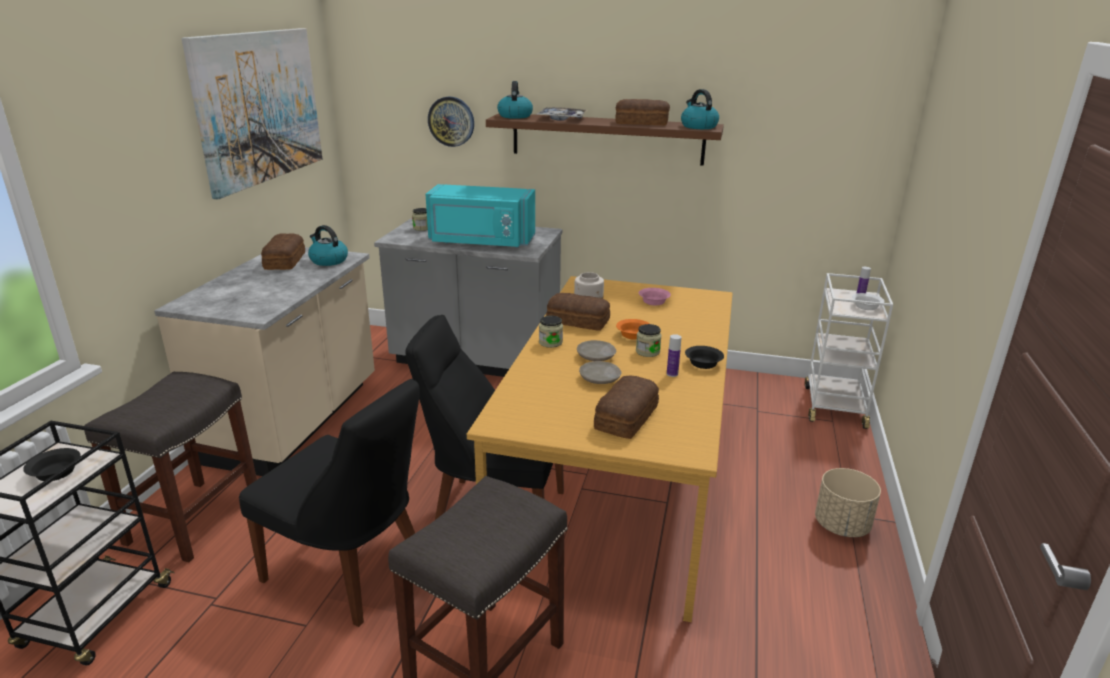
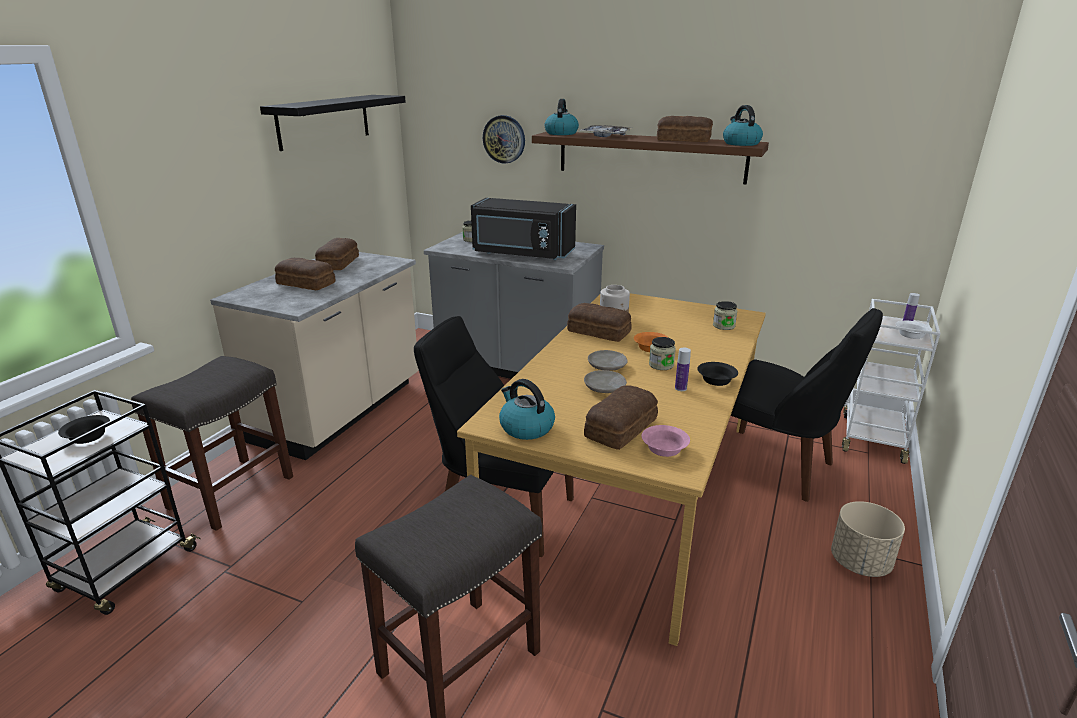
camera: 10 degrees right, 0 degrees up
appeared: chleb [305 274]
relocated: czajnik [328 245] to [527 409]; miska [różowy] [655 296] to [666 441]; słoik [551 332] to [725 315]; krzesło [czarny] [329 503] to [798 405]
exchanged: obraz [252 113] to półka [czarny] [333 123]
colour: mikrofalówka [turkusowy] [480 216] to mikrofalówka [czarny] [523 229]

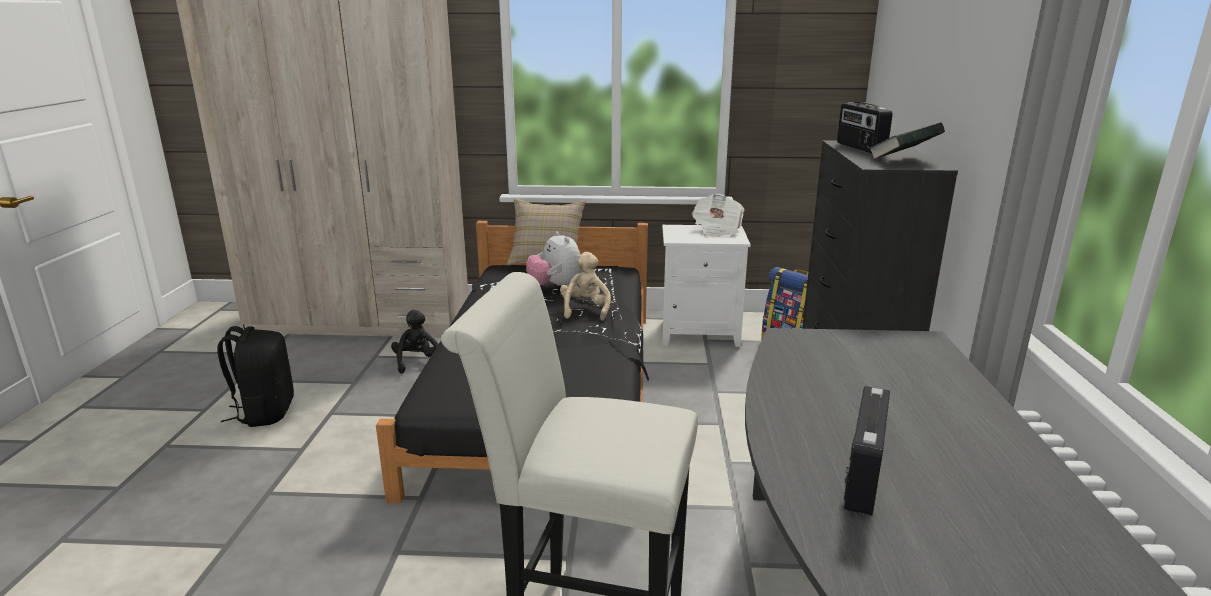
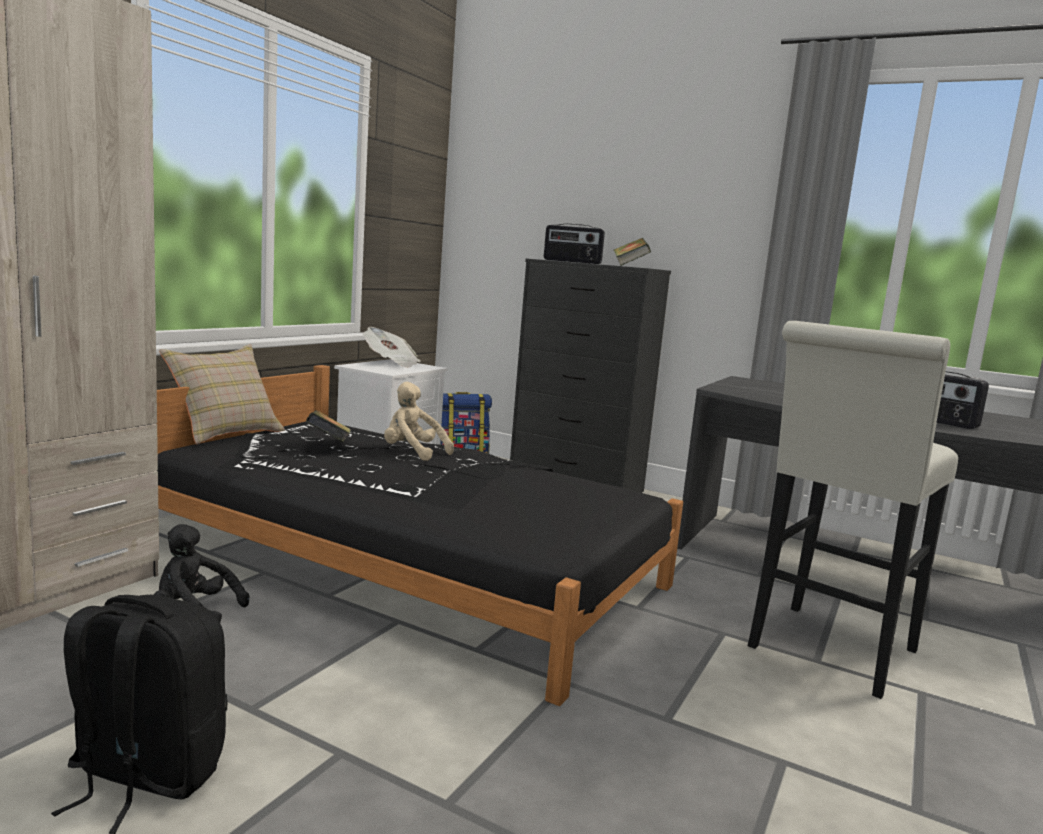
camera: 65 degrees left, 10 degrees down
exchanged: pluszak [554 259] to książka [328 426]

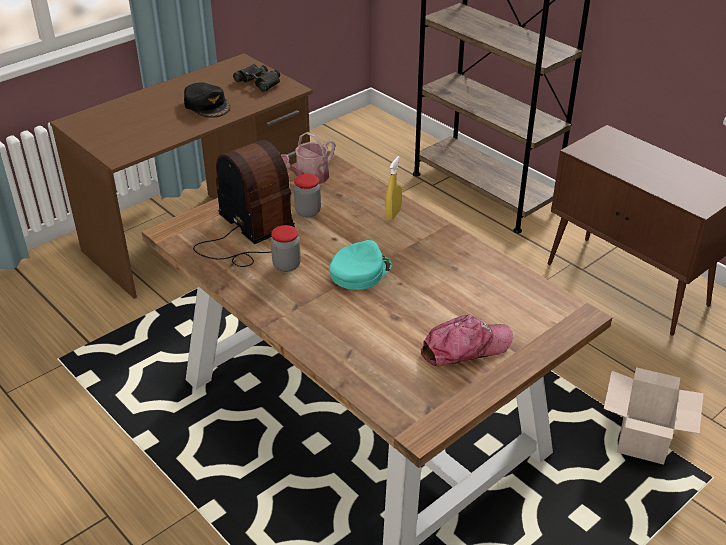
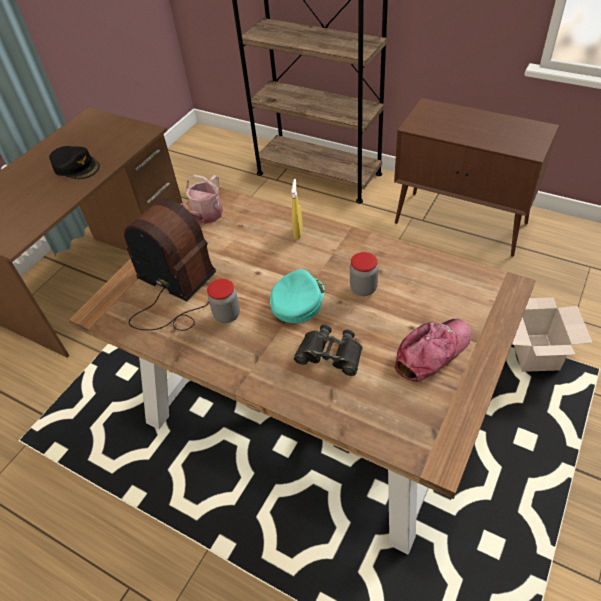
camera: 15 degrees left, 10 degrees up
relocated: lornetka [czarny] [256 78] to [328 350]; słoik [307 195] to [364 274]

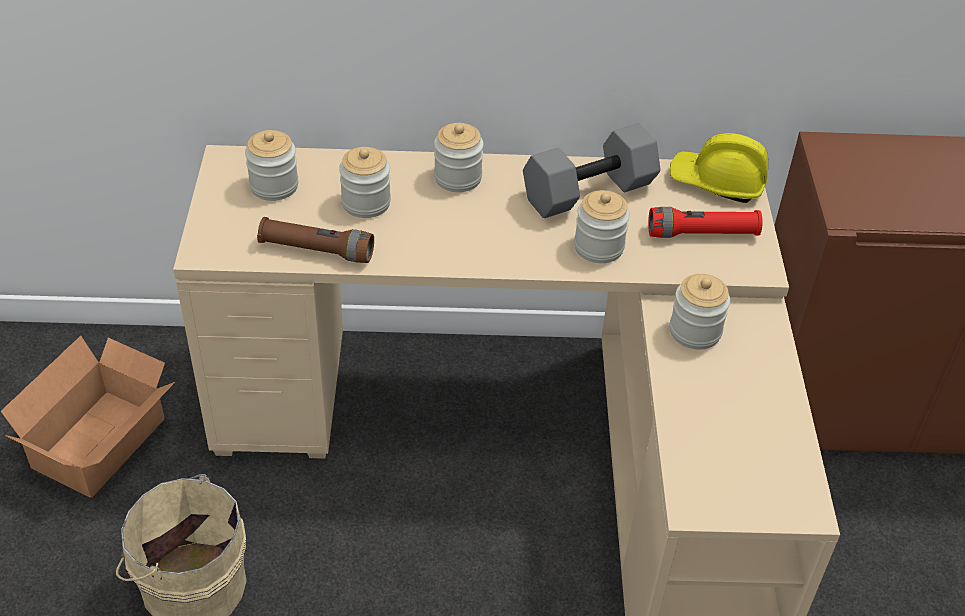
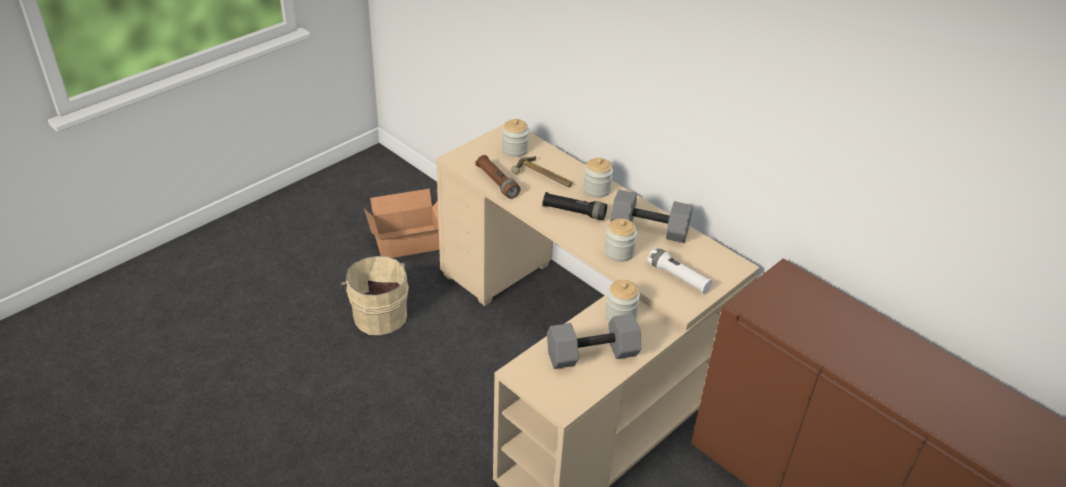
camera: 45 degrees right, 5 degrees down
missing: kask [żółty] [719 168]
appeared: latarka [czarny] [574 206]; hantel [szary] [594 341]
exchanged: słoik [365 182] to młotek [542 171]
colour: latarka [czerwony] [705 222] to latarka [biały] [680 270]

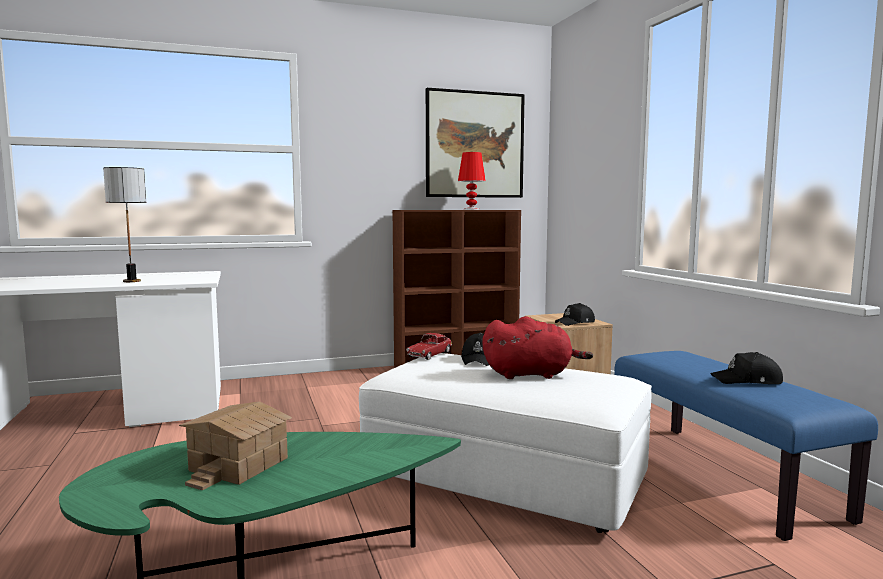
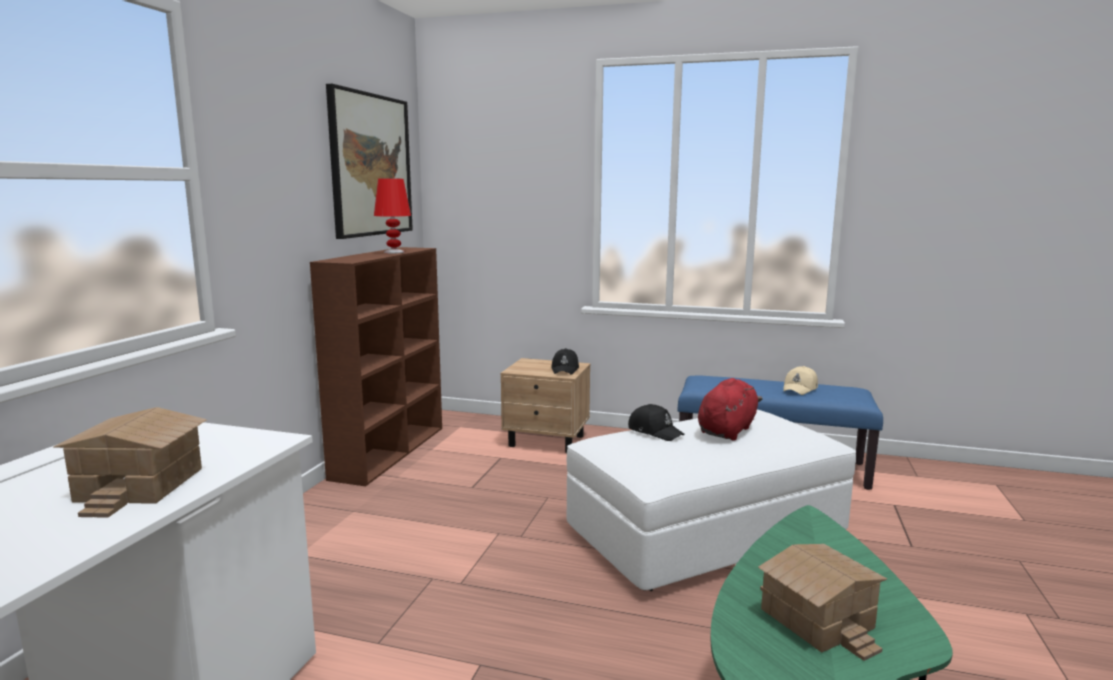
camera: 55 degrees left, 5 degrees up
missing: samochodzik [429 346]
exchanged: lampa stołowa [124 224] to domek [130 462]
colour: czapka z daszkiem [czarny] [747 368] to czapka z daszkiem [beżowy] [800 380]

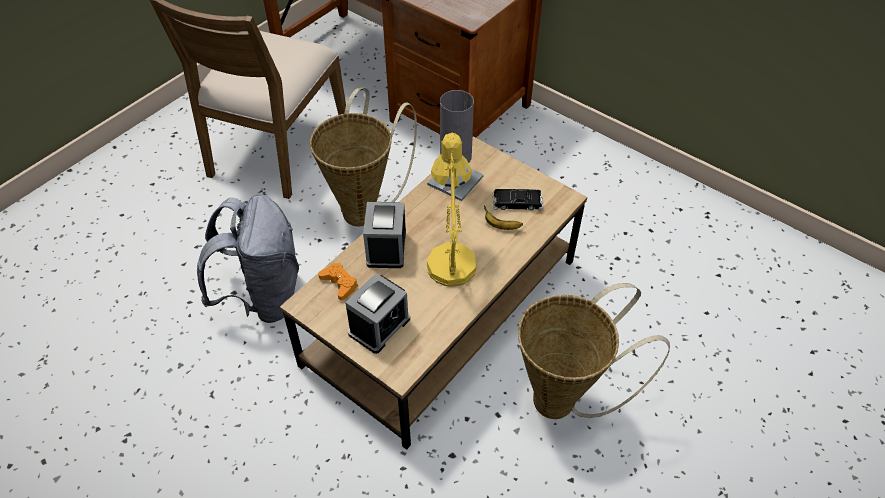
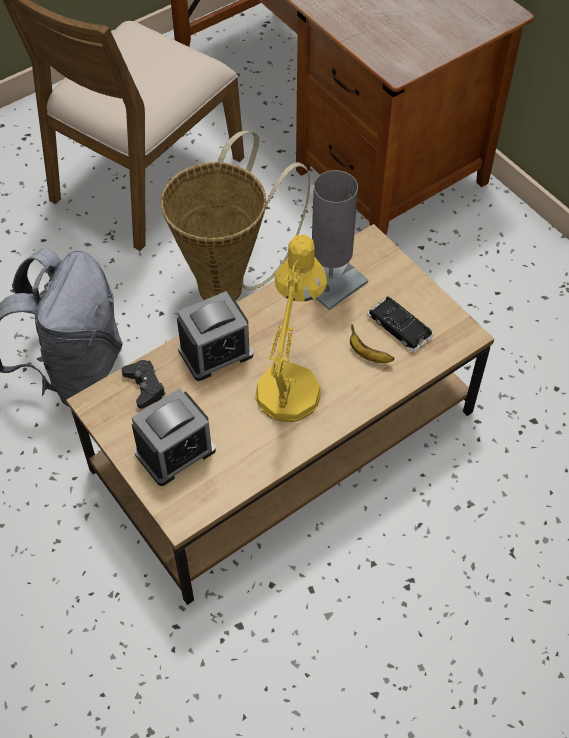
camera: 15 degrees right, 5 degrees up
missing: koszyk [594 351]
colour: pad do gier [pomarańczowy] [338 281] to pad do gier [czarny] [143 384]
spun: budzik [384 235] = [215 336] 135 degrees counterclockwise; samochodzik [czarny] [517 199] = [400 324] 150 degrees counterclockwise

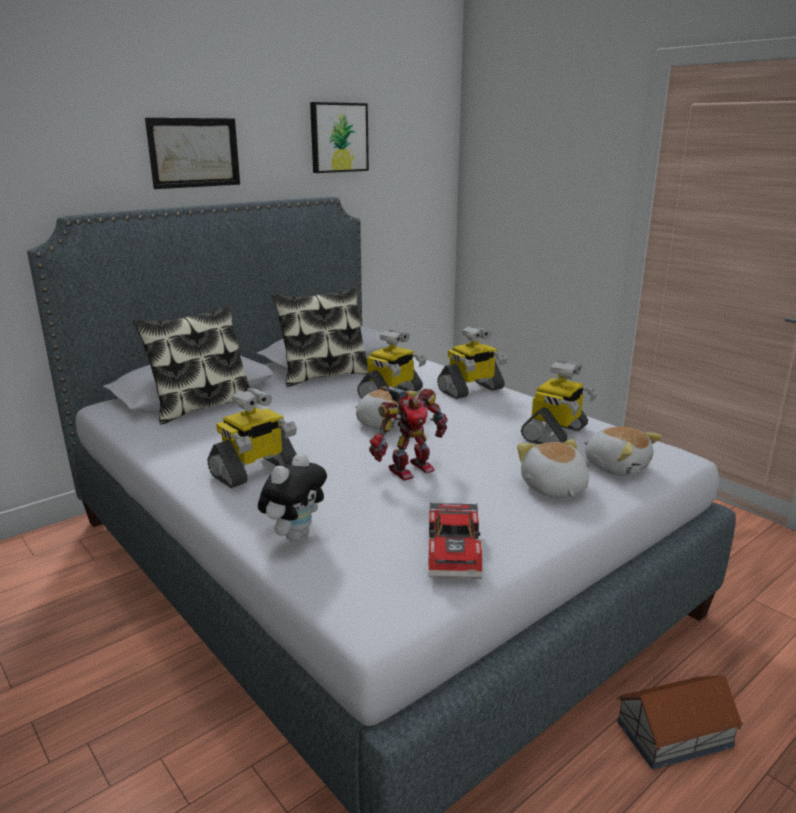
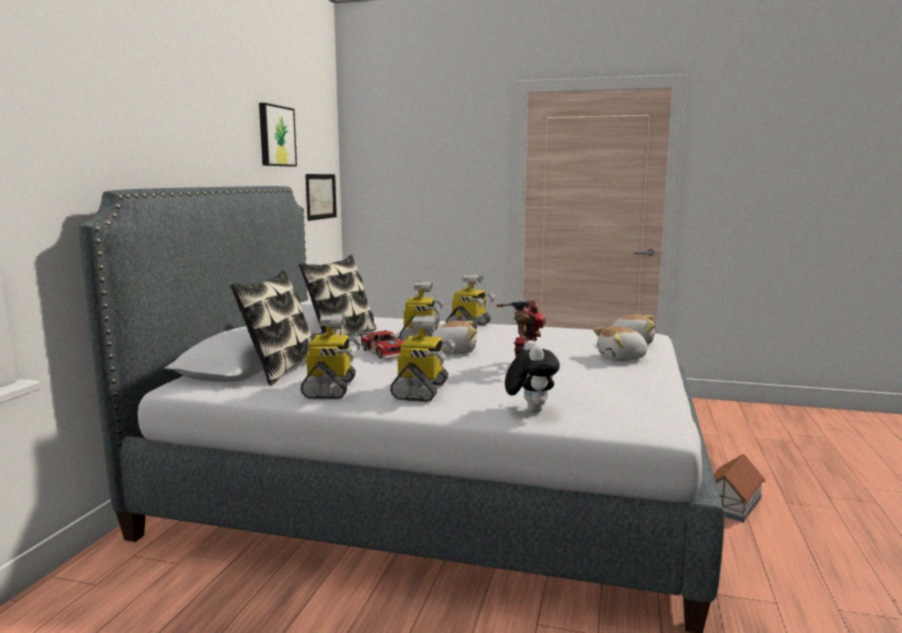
camera: 35 degrees left, 10 degrees down
relocated: robot zabawkowy [559 402] to [331 356]; obraz [192 153] to [321 197]; samochodzik [455 540] to [381 345]
spun: pluszak [553 468] = [621 343] 60 degrees counterclockwise

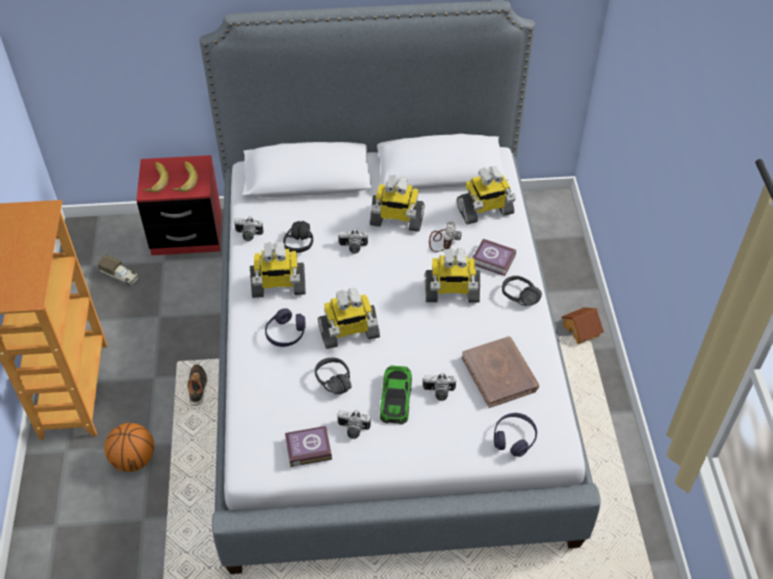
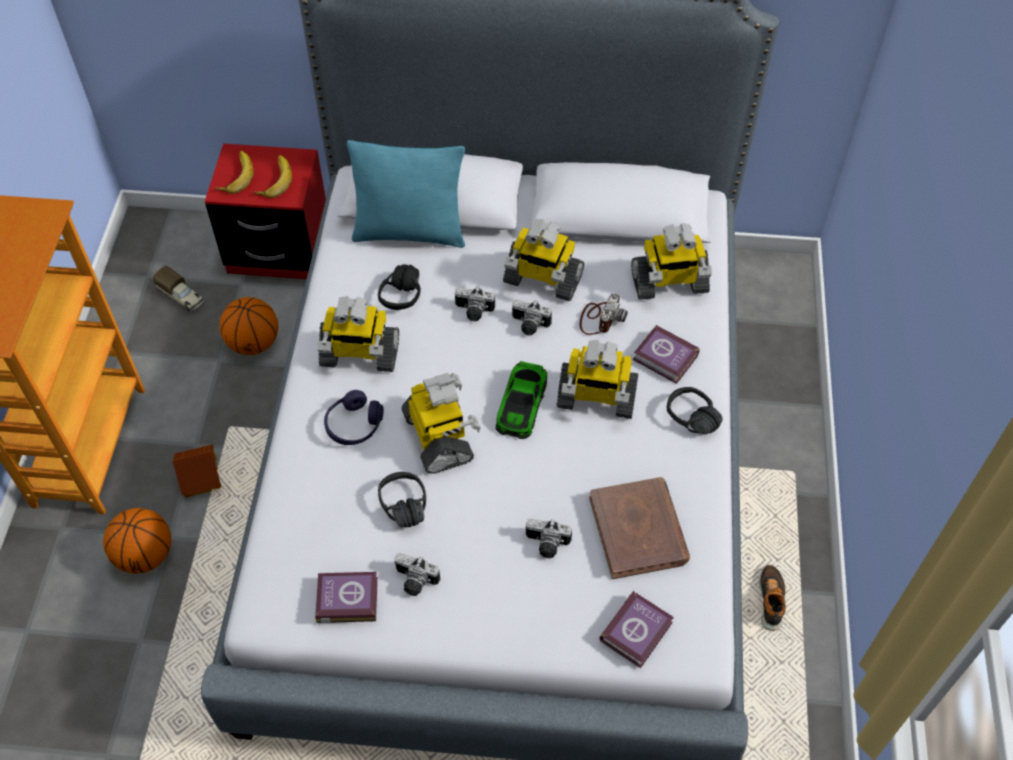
camera: 10 degrees right, 5 degrees up
appeared: piłka do koszykówki [248 326]; poduszka [turkusowy] [406 194]
relocated: domek [582 325] to [196 471]; samochodzik [396 395] to [521 400]; aparat fotograficzny [249 228] to [532 317]; but [197 385] to [772 598]
exchanged: słuchawki [fioletowy] [515 435] to książka [637 629]
spun: robot zabawkowy [349 318] = [441 423] 105 degrees counterclockwise

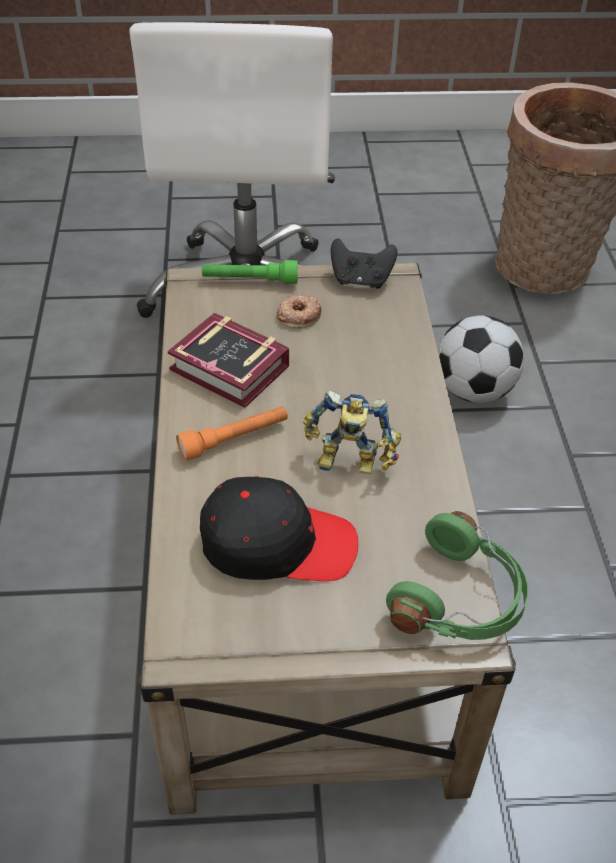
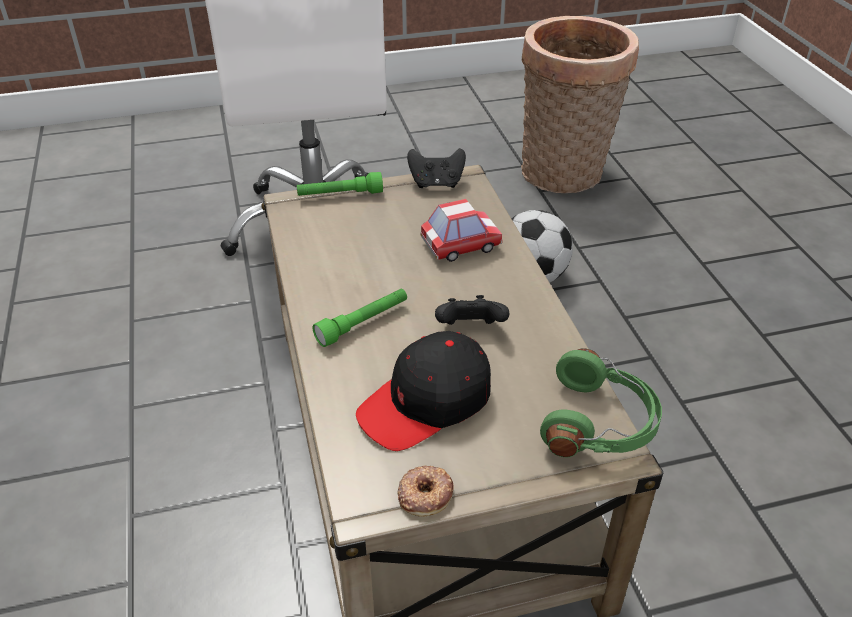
camera: 10 degrees left, 5 degrees down
missing: książka [228 360]
appeared: samochodzik [462 230]
relocated: donut [299 311] to [425 491]
exchanged: robot zabawkowy [352 432] to pad do gier [czarny] [472 310]
colour: latarka [pomarańczowy] [232 433] to latarka [zielony] [359 318]
spun: czapka z daszkiem [czarny] [279 528] = [423 391] 150 degrees clockwise

